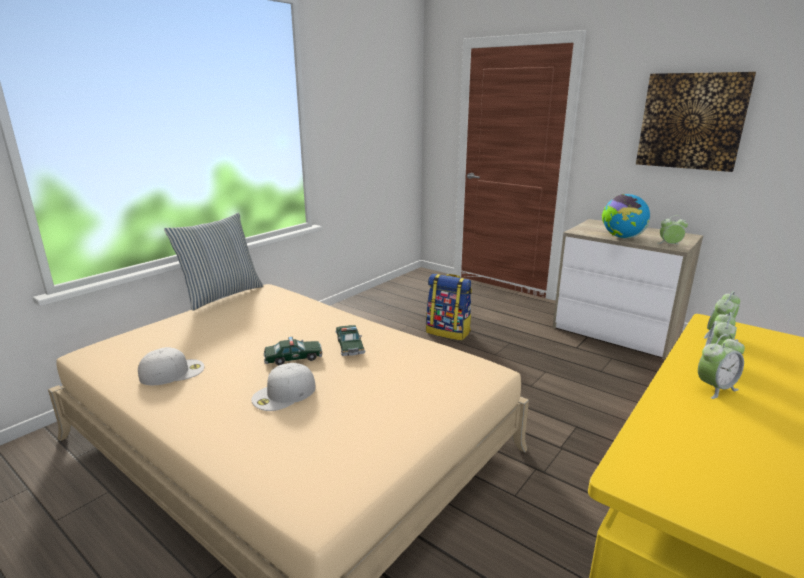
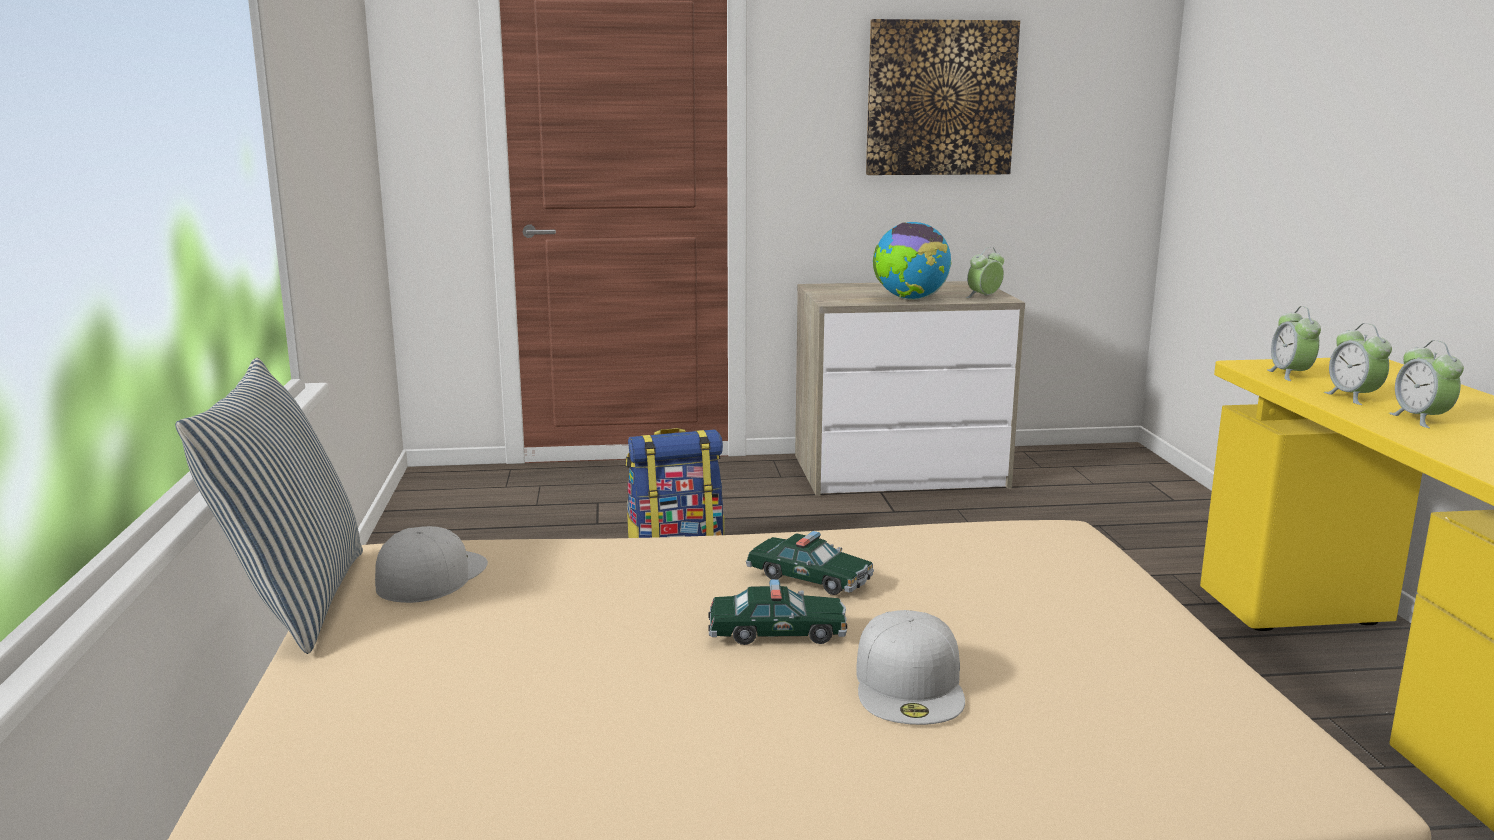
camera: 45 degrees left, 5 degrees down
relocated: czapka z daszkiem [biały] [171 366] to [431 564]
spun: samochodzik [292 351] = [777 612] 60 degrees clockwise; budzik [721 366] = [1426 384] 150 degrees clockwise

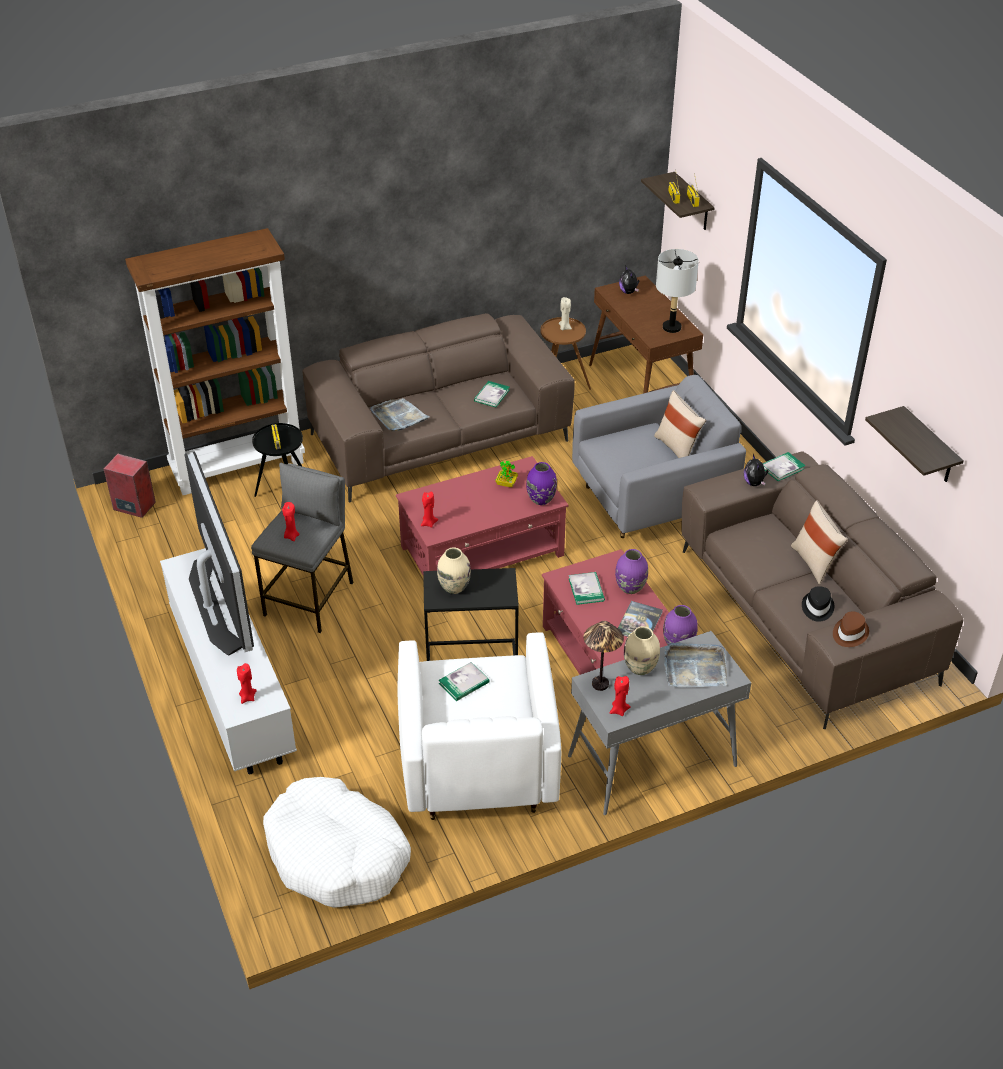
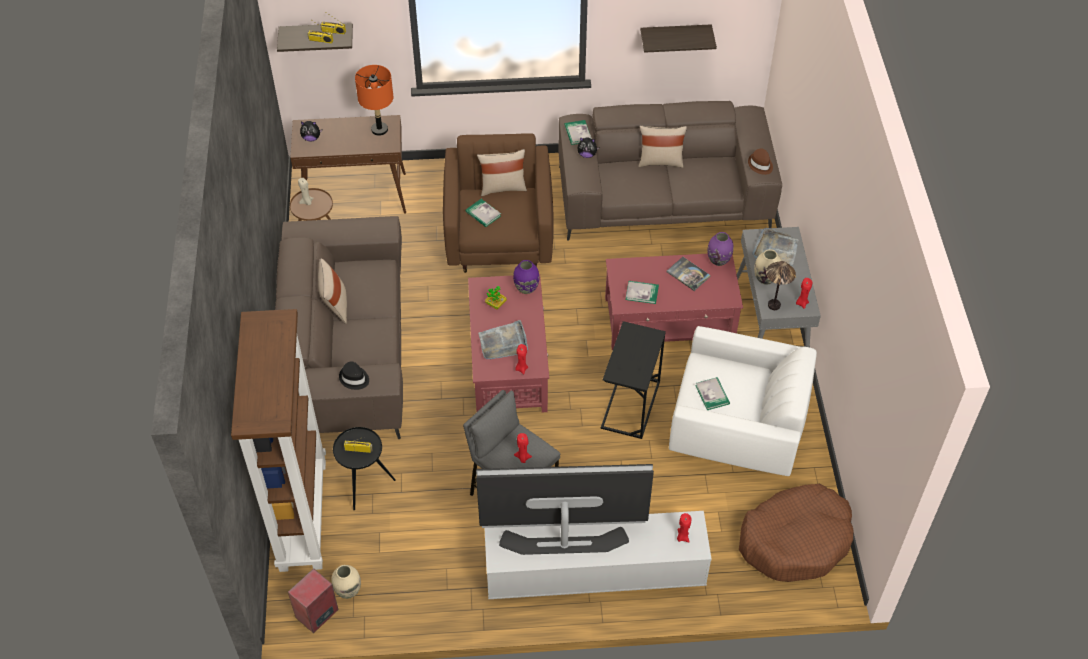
camera: 70 degrees left, 10 degrees up
missing: wazon [fioletowy] [631 571]
appeared: poduszka [beżowy] [332 291]
relocated: wazon [beżowy] [454 571] to [346 582]; kapelusz [czarny] [818 604] to [354 375]; książka [491 394] to [483 213]; taca [szary] [400 415] to [503 339]
colour: lampa stołowa [szary] [677 291] to lampa stołowa [pomarańczowy] [374 100]; fotel [szary] [659 456] to fotel [brązowy] [498 203]; legowisko [biały] [337 842] to legowisko [brązowy] [796 533]

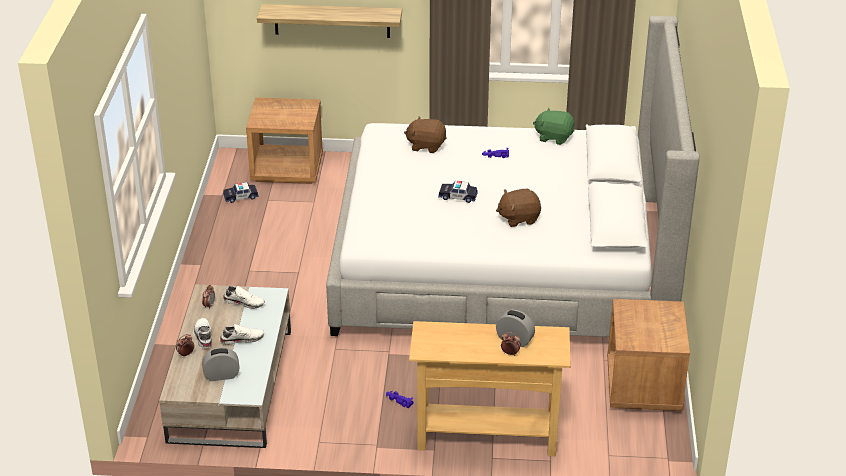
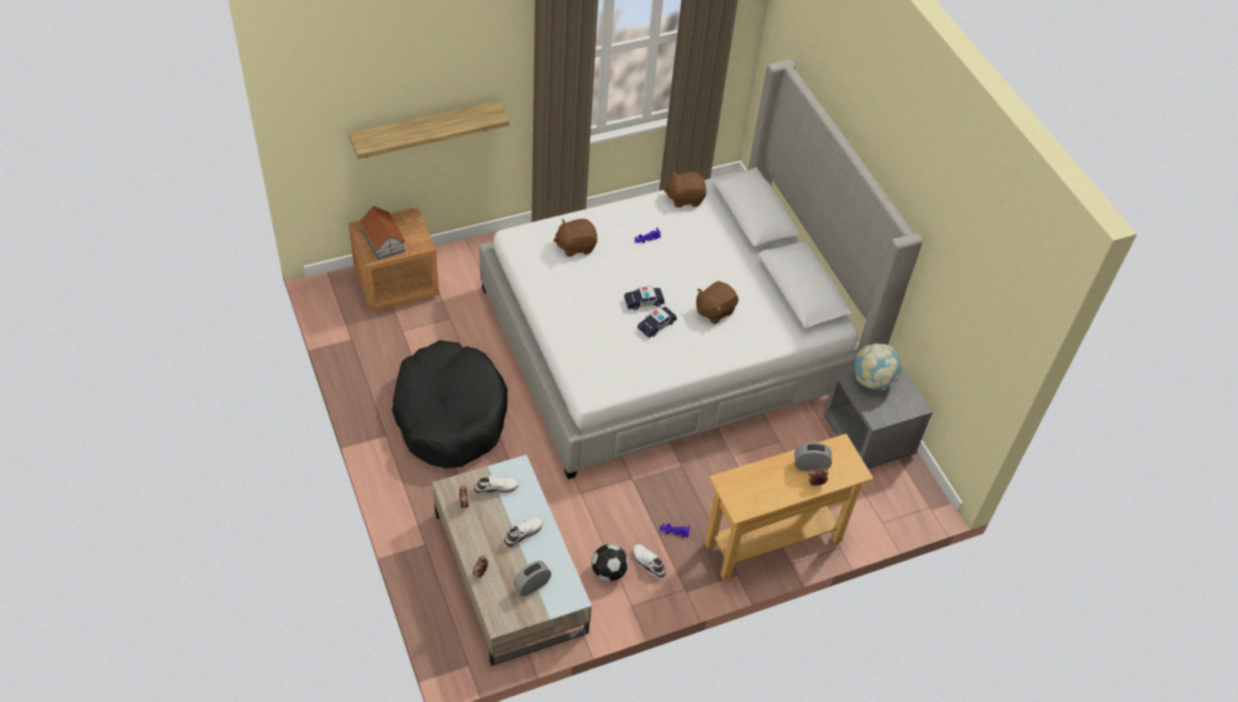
camera: 30 degrees left, 15 degrees up
appeared: domek [383 233]; legowisko [czarny] [450 404]; piłka futbolowa [610 562]; globus [877 366]
relocated: but [biały] [202 333] to [649 561]; samochodzik [241 192] to [657 322]
colour: pluszak [zielony] [554 126] to pluszak [brązowy] [685 189]; szafka nocna [brązowy] [648 355] to szafka nocna [szary] [878 417]

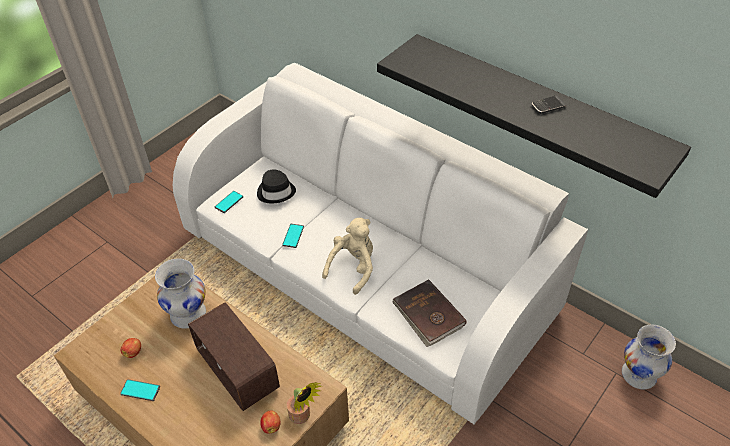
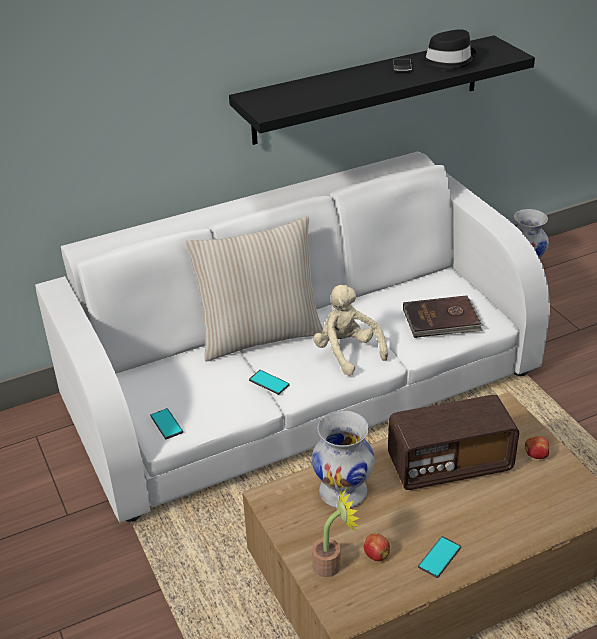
camera: 65 degrees left, 10 degrees down
appeared: poduszka [beżowy] [254 288]
relocated: roślina doniczkowa [304 403] to [336 532]; kapelusz [czarny] [276 187] to [447 49]

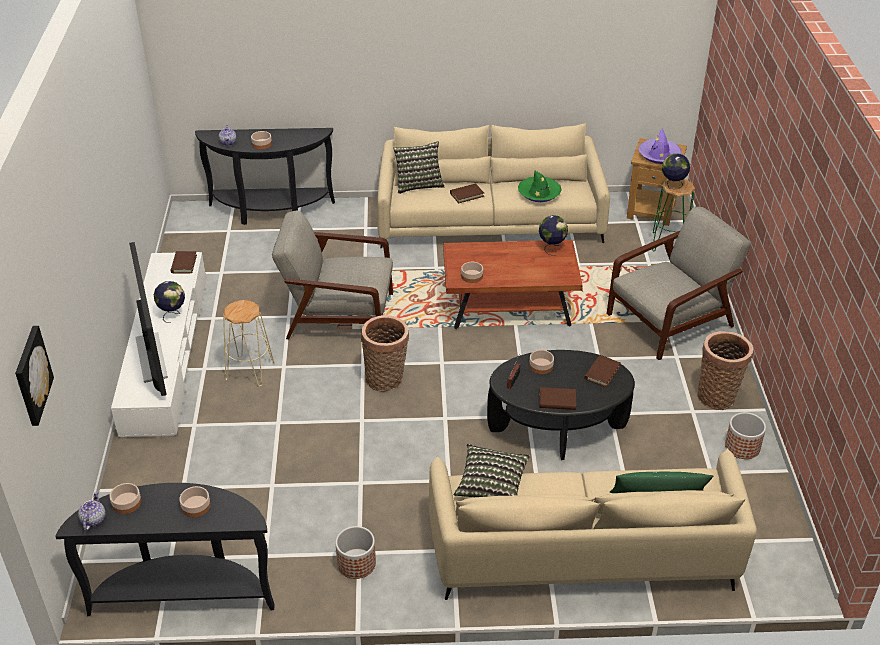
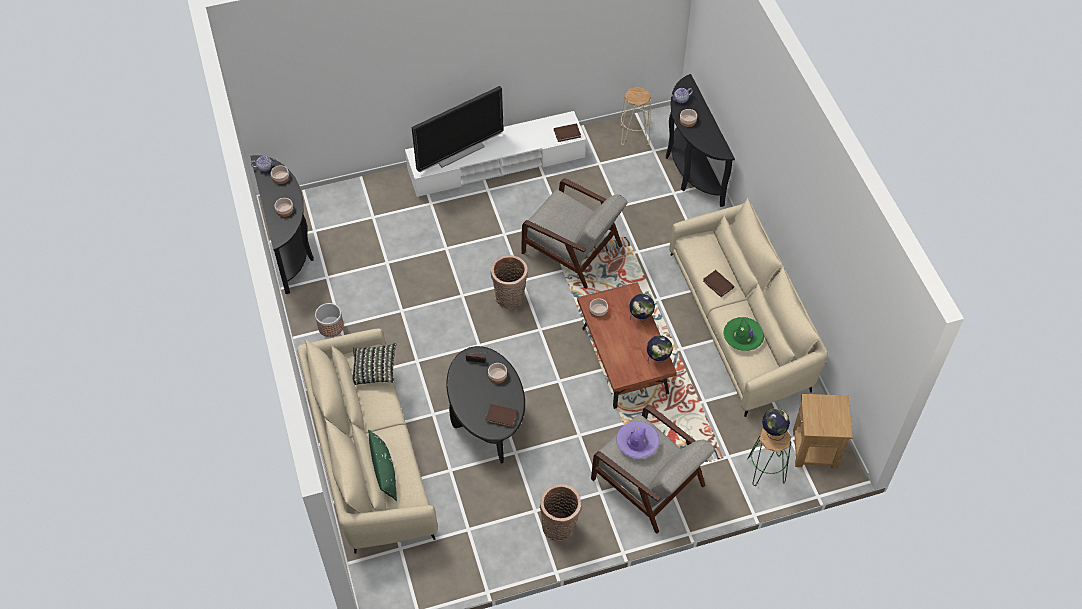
camera: 75 degrees right, 15 degrees up
missing: obraz [34 376]; poduszka [418 167]; książka [brązowy] [557 398]; donica [745 435]
relocated: kapelusz [fioletowy] [660 146] to [637 440]; stołek [beżowy] [248 343] to [636 116]; globus [169 302] to [642 308]
spun: fotel [szary] [332 275] = [574 233] 135 degrees clockwise

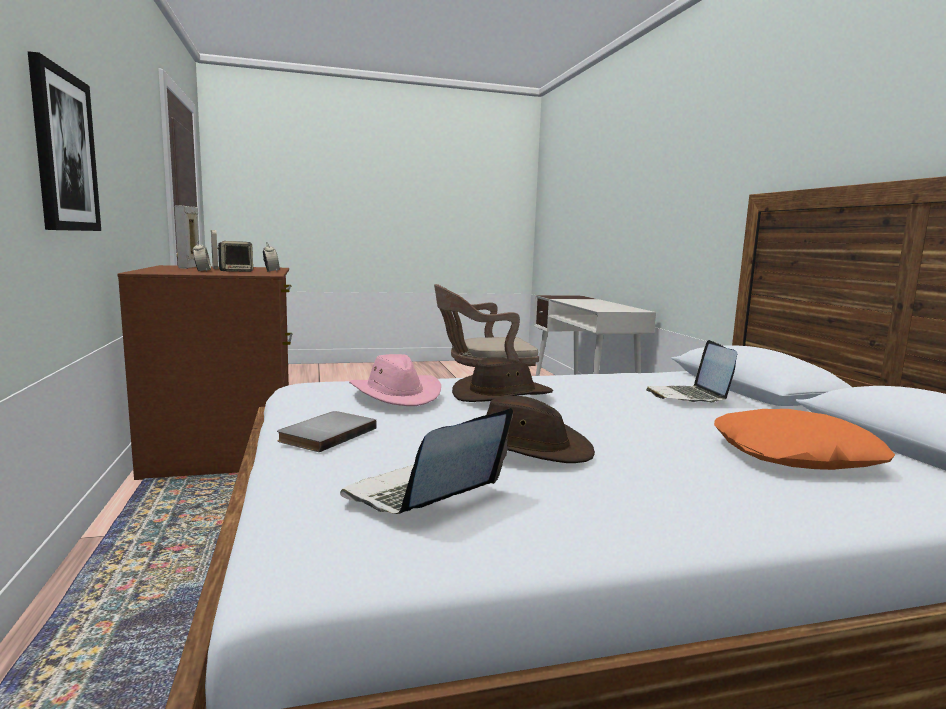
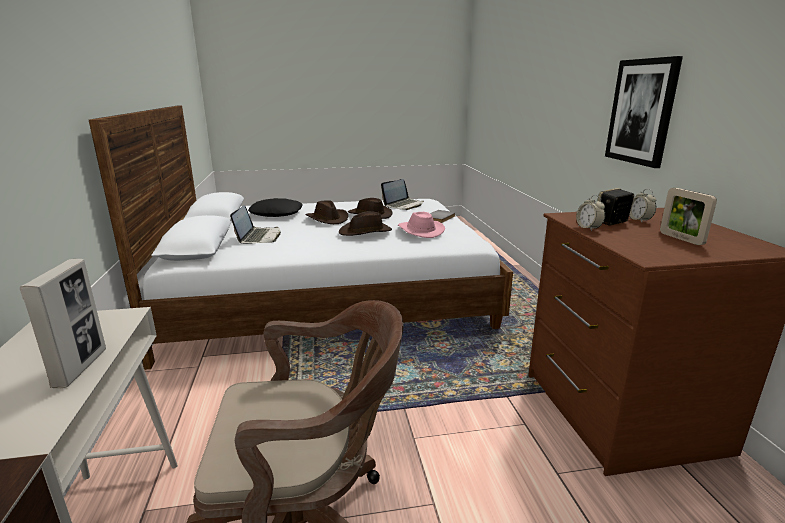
camera: 175 degrees left, 10 degrees up
appeared: kapelusz [brązowy] [326 212]
relocated: ramka na zdjęcie [187 237] to [63 323]
colour: poduszka [pomarańczowy] [804 439] to poduszka [czarny] [275 207]

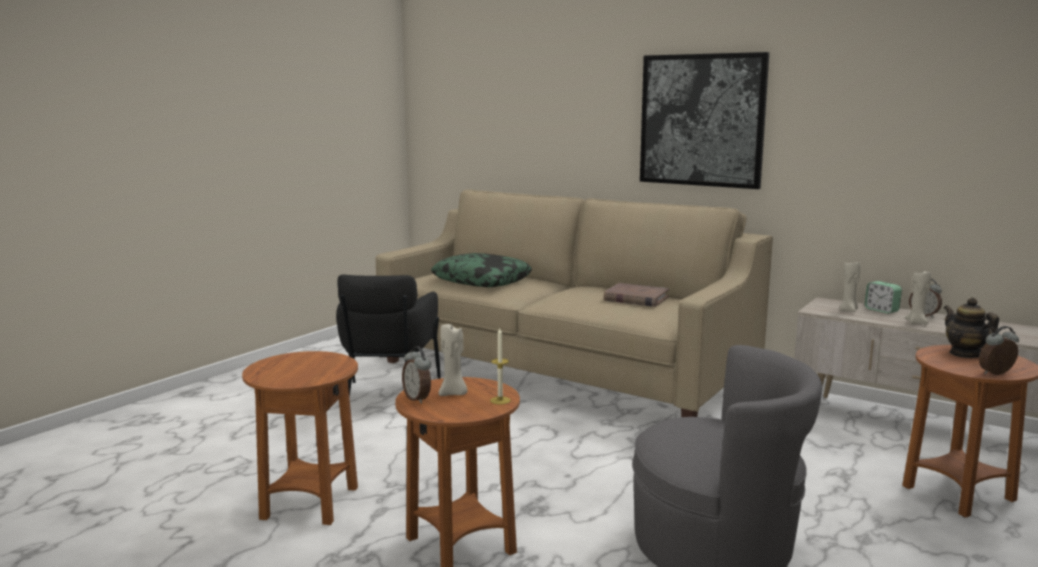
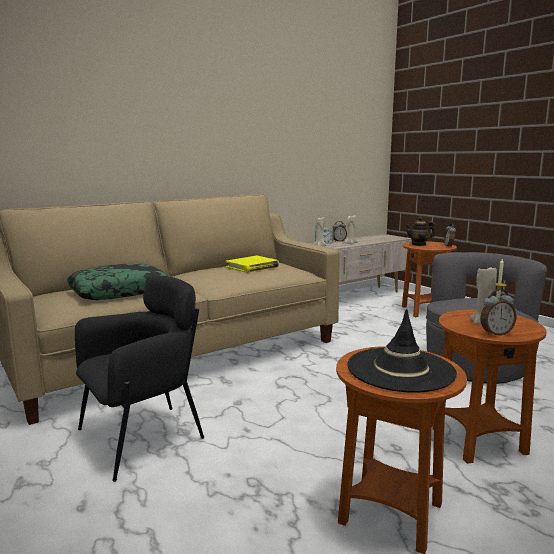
camera: 70 degrees left, 0 degrees up
missing: obraz [704 120]
appeared: kapelusz [czarny] [402 351]
colour: książka [brązowy] [636 295] to książka [żółty] [252 264]
spun: fotel [czarny] [388 336] = [139 379] 60 degrees counterclockwise

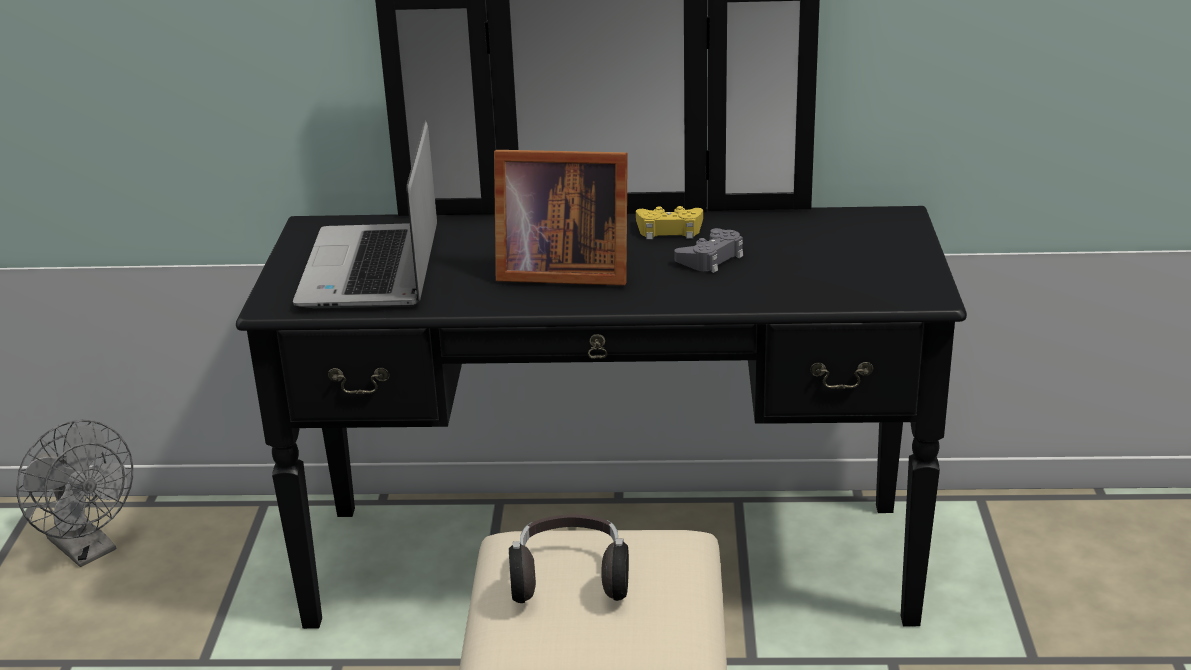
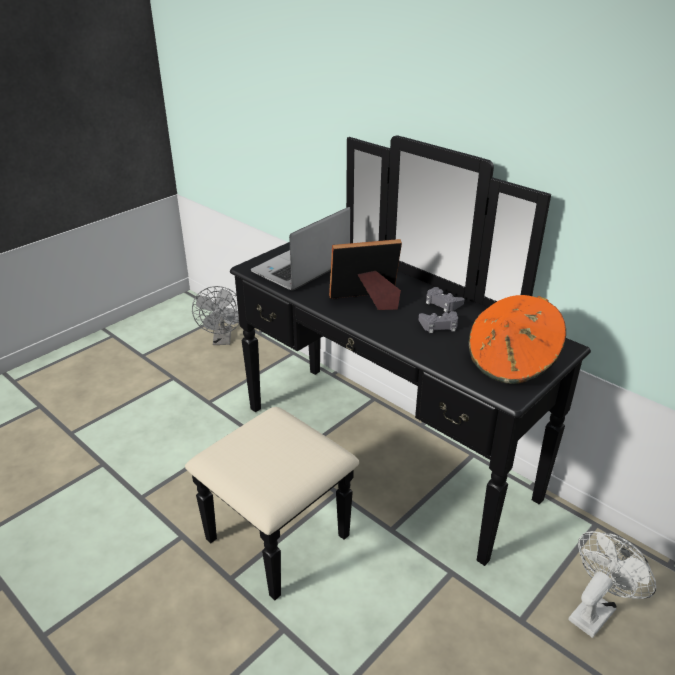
camera: 40 degrees right, 5 degrees up
missing: słuchawki [569 558]
appeared: kapelusz [pomarańczowy] [517 339]; wentylator [biały] [612 584]
colour: pad do gier [żółty] [669 222] to pad do gier [szary] [445 299]
spun: ramka na zdjęcie [561 218] = [365 274] 120 degrees clockwise

